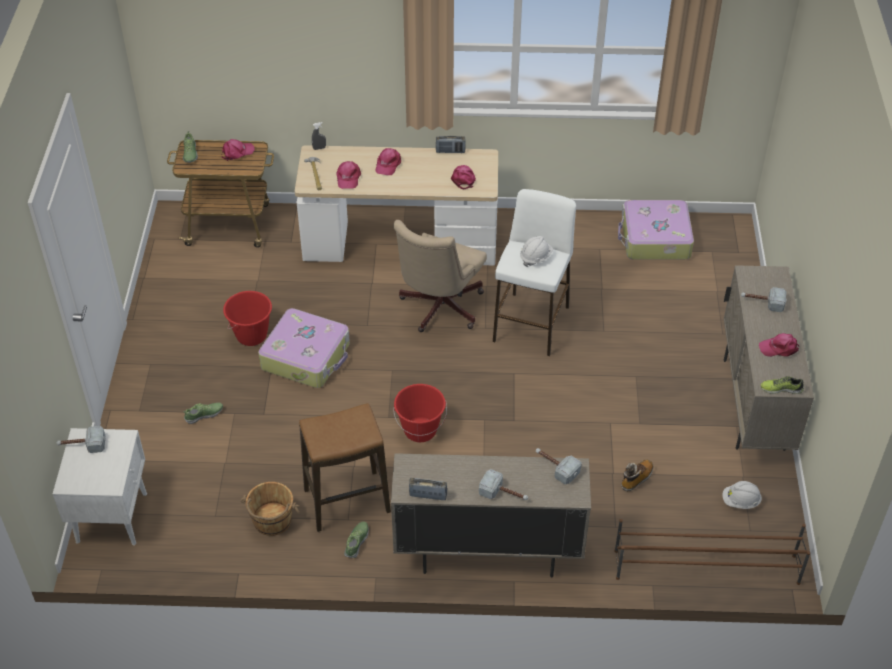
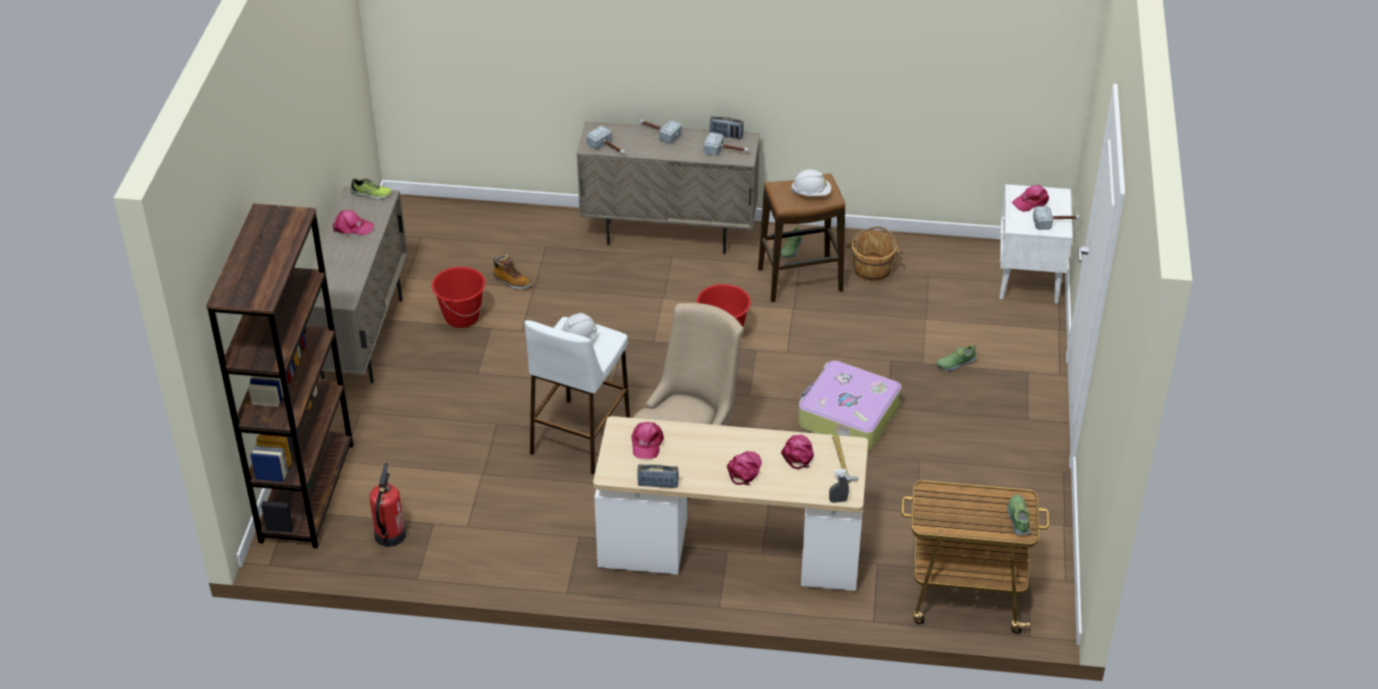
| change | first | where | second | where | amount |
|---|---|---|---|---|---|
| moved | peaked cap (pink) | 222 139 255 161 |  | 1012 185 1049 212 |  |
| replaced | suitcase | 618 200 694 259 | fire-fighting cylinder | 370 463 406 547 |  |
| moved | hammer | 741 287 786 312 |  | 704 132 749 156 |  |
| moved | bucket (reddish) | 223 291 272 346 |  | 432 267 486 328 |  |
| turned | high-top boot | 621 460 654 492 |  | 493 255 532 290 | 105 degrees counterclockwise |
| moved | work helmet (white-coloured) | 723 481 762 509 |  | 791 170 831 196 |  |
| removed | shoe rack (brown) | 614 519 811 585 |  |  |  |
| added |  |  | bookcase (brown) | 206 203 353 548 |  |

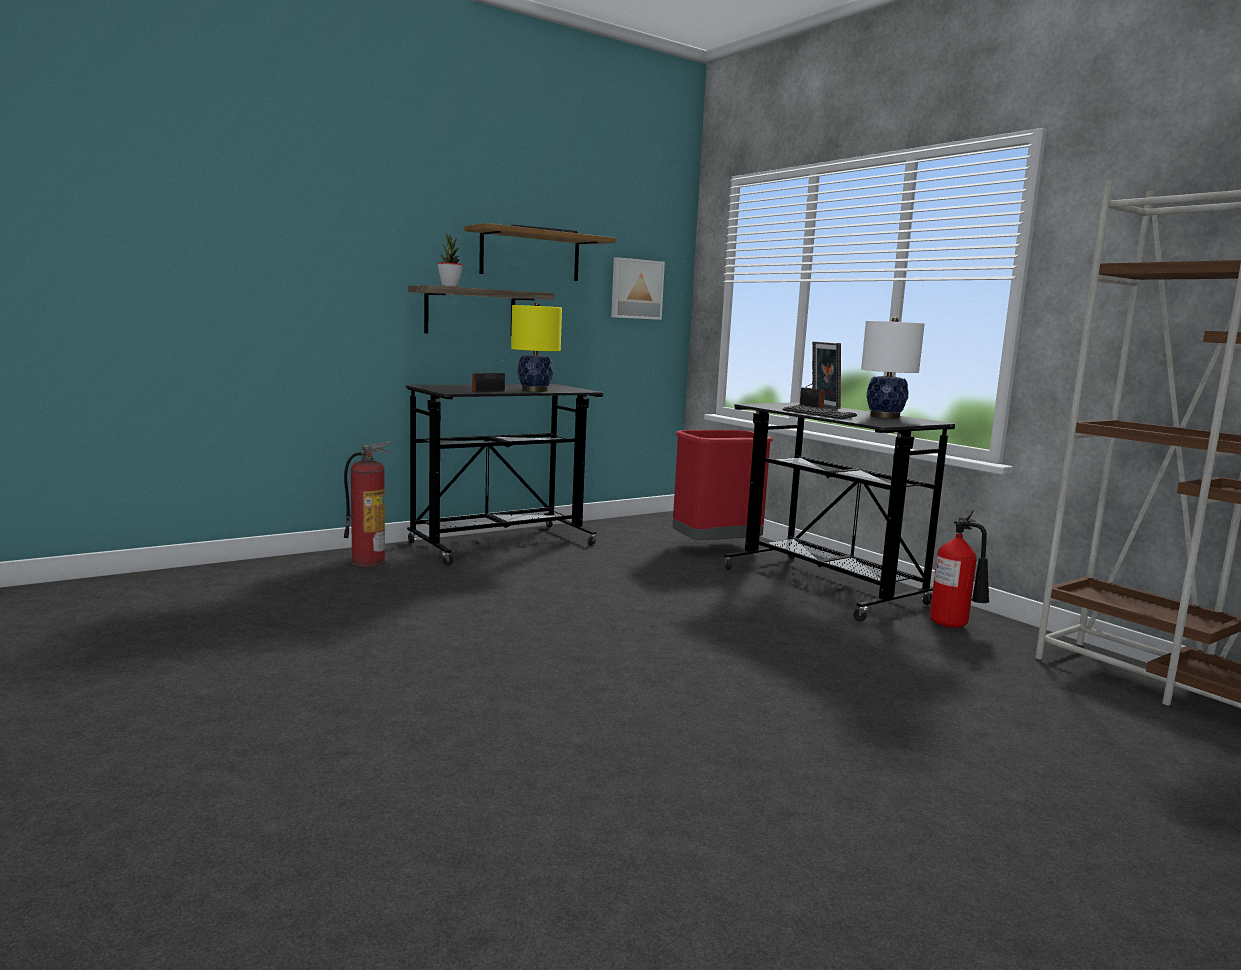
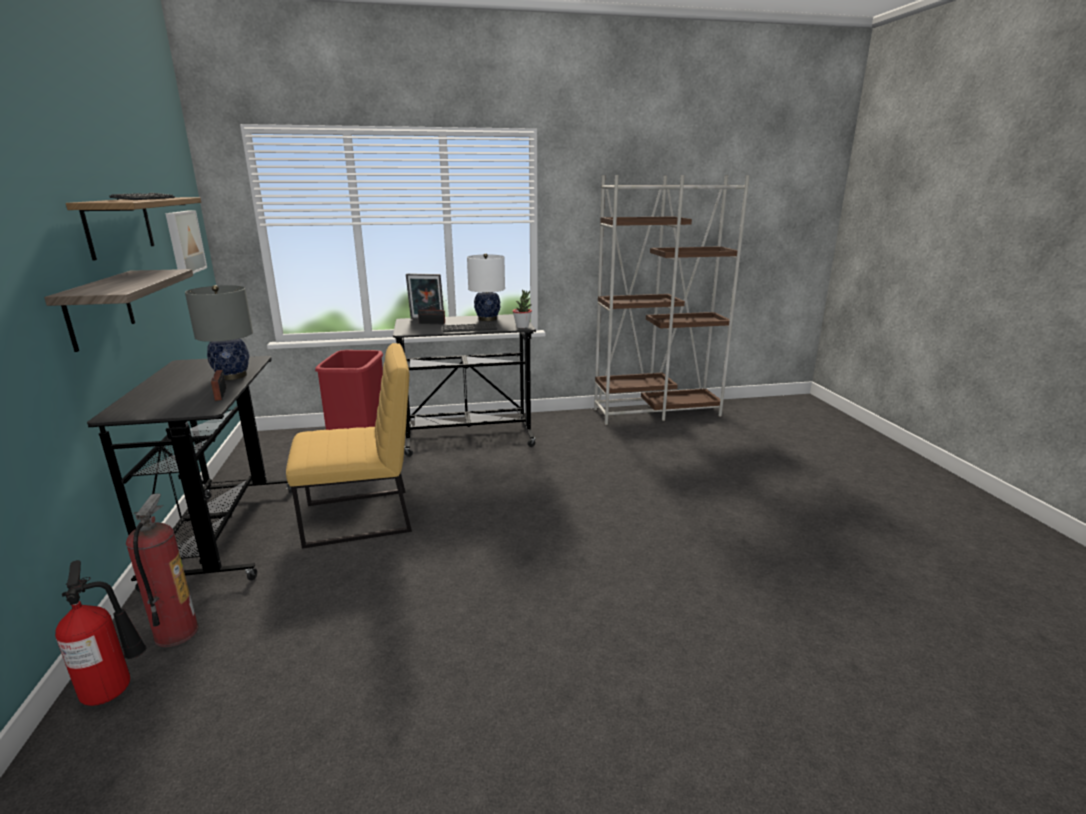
| change | first | where | second | where | amount |
|---|---|---|---|---|---|
| moved | houseplant | 437 234 463 287 |  | 513 290 532 328 |  |
| recoloured | table lamp (yellowish) | 511 302 562 392 | table lamp (gray) | 185 285 253 380 |  |
| moved | fire-fighting cylinder | 930 508 990 628 |  | 55 560 147 706 |  |
| added |  |  | plain chair (yellowish) | 286 343 412 549 |  |

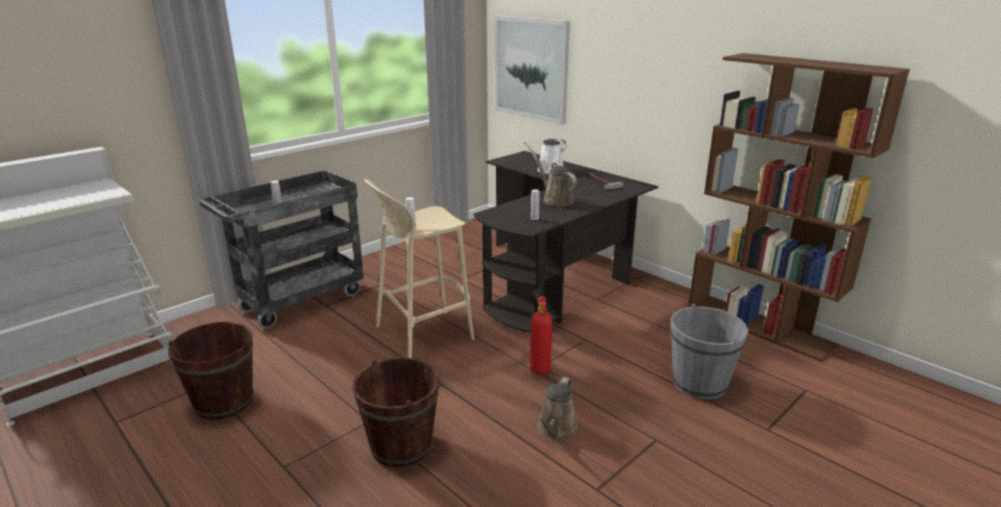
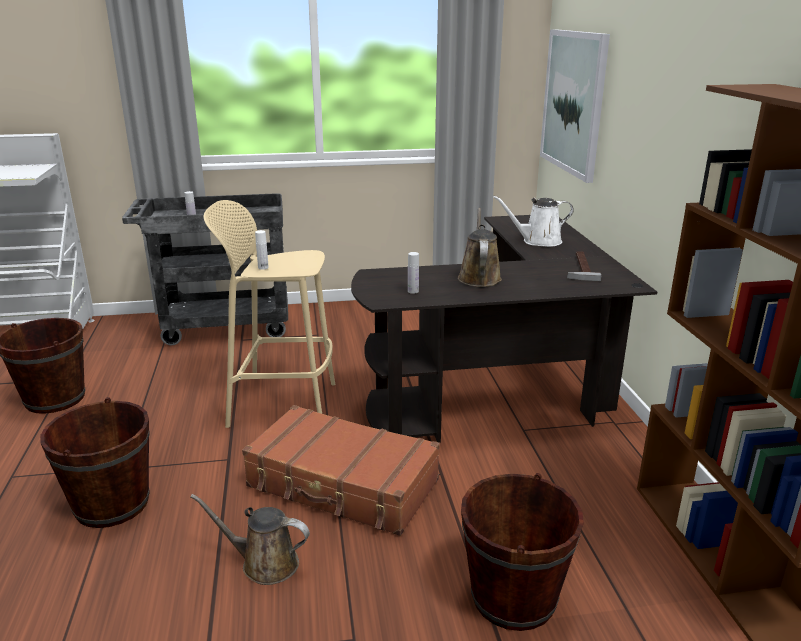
| change | first | where | second | where | amount |
|---|---|---|---|---|---|
| replaced | fire-fighting cylinder | 530 289 553 375 | suitcase (brown) | 242 405 440 536 |  |
| recoloured | bucket (gray) | 671 304 748 400 | bucket (brown) | 461 473 584 631 |  |
| turned | watering pot (brown) | 537 377 578 440 |  | 190 494 310 585 | 45 degrees clockwise |

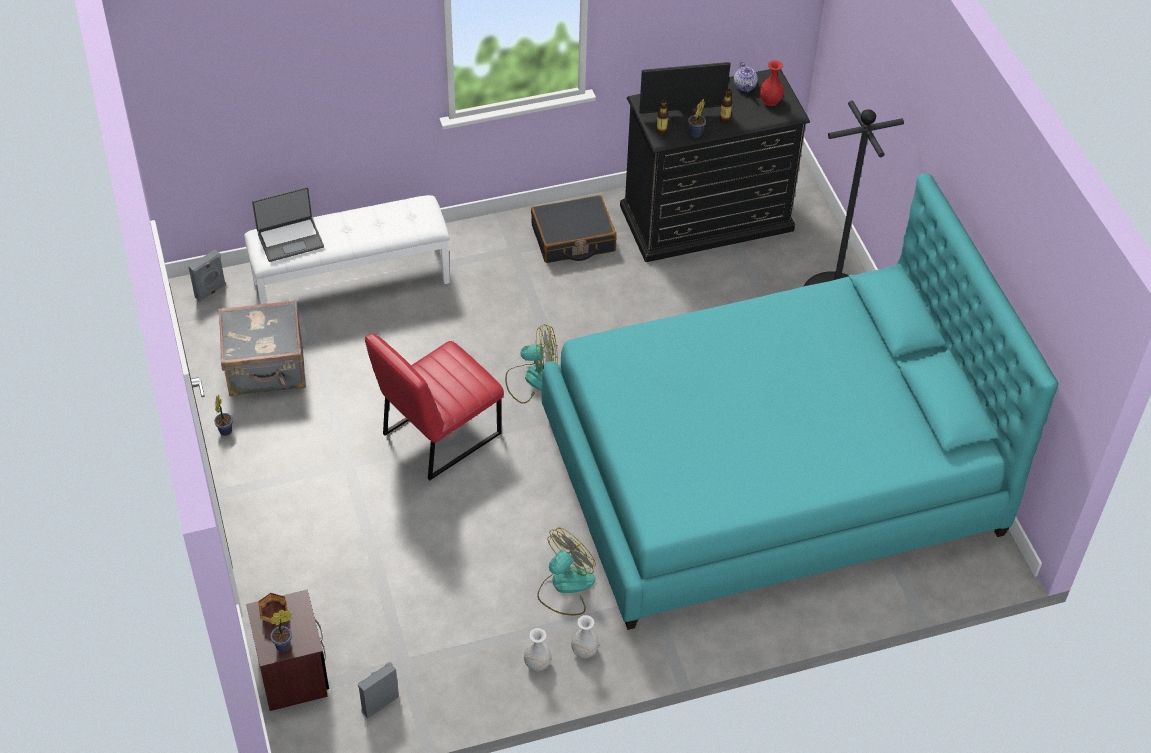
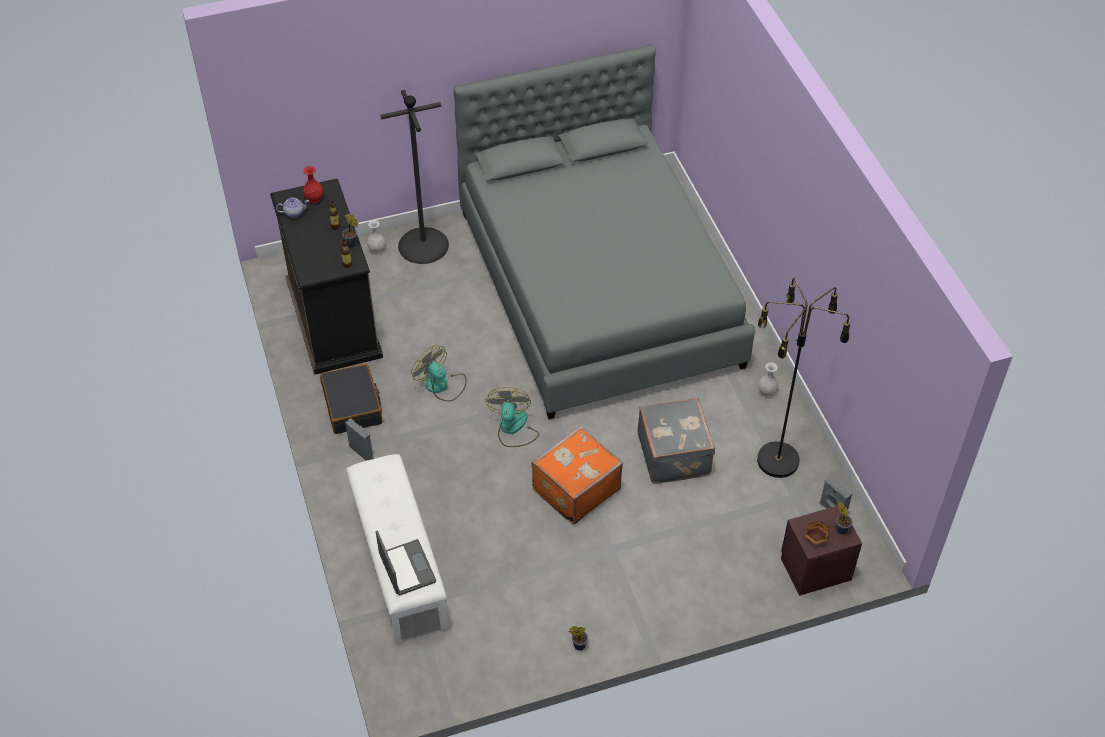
| change | first | where | second | where | amount |
|---|---|---|---|---|---|
| removed | computer screen | 639 62 731 122 |  |  |  |
| recoloured | bed (blue-green) | 542 173 1058 630 | bed (gray) | 454 45 755 419 |  |
| moved | speaker (gray) | 188 250 226 302 |  | 345 418 374 461 |  |
| moved | suitcase (gray) | 218 300 306 396 |  | 638 398 715 484 |  |
| replaced | plain chair (reddish) | 365 334 504 480 | suitcase (orange) | 531 426 623 525 |  |
| moved | electric fan | 537 527 596 615 |  | 411 345 467 401 |  |
| moved | vase (white-coloured) | 524 628 552 671 |  | 367 220 385 254 |  |
| added |  |  | standard lamp | 757 278 850 478 |  |

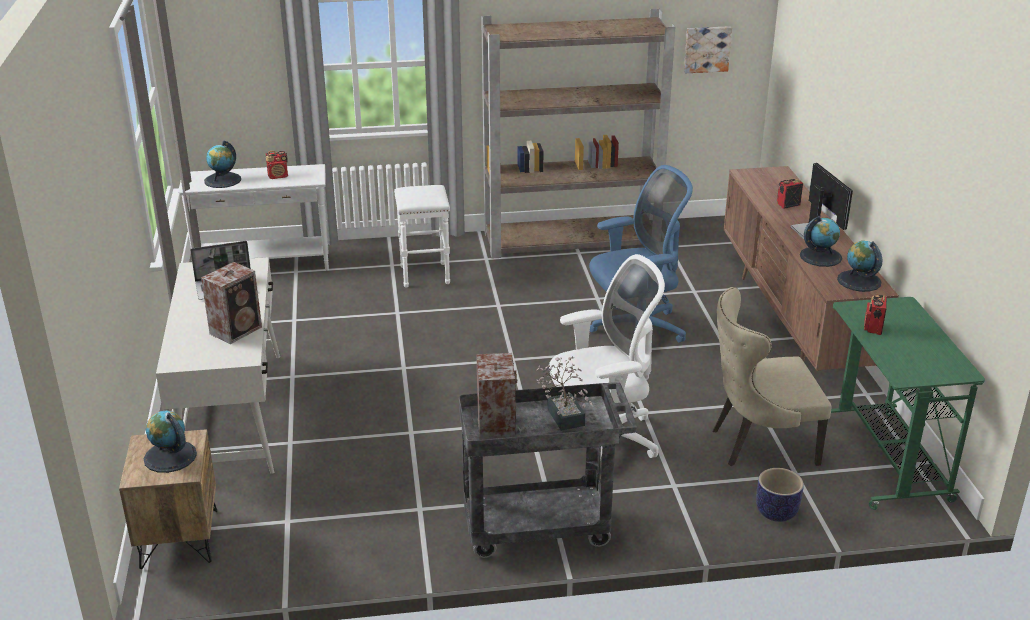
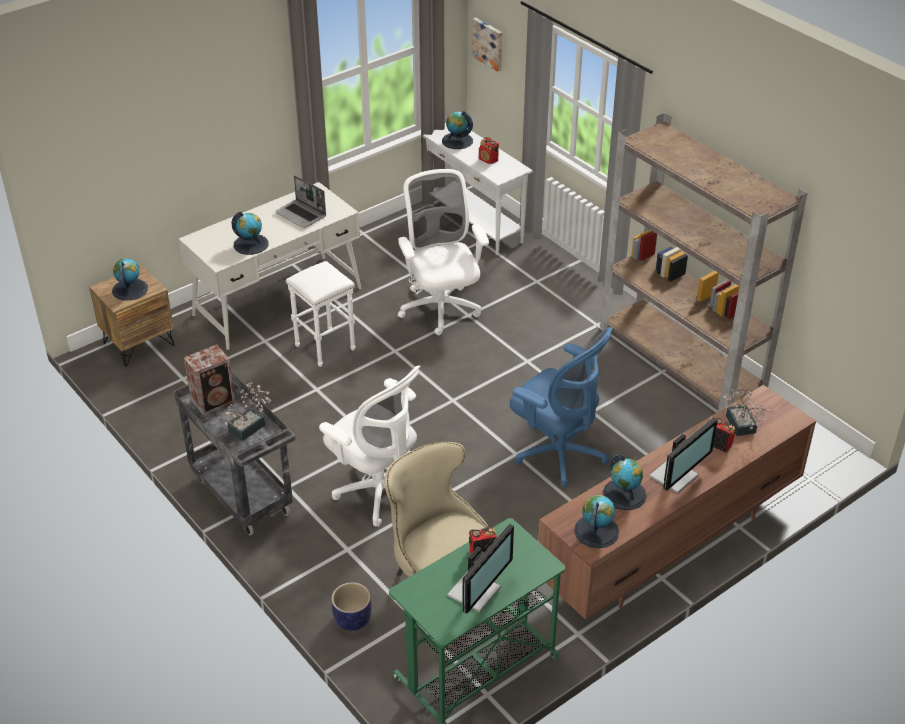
| change | first | where | second | where | amount |
|---|---|---|---|---|---|
| moved | picture | 684 26 732 73 |  | 472 18 502 72 |  |
| moved | sitting stool (white-coloured) | 394 185 450 287 |  | 286 261 355 367 |  |
| replaced | speaker | 201 262 262 344 | globe | 232 212 269 255 |  |
| added |  |  | computer chair (white-coloured) | 398 169 489 335 |  |
| added |  |  | houseplant | 723 387 770 436 |  |
| added |  |  | computer screen | 447 524 514 614 |  |

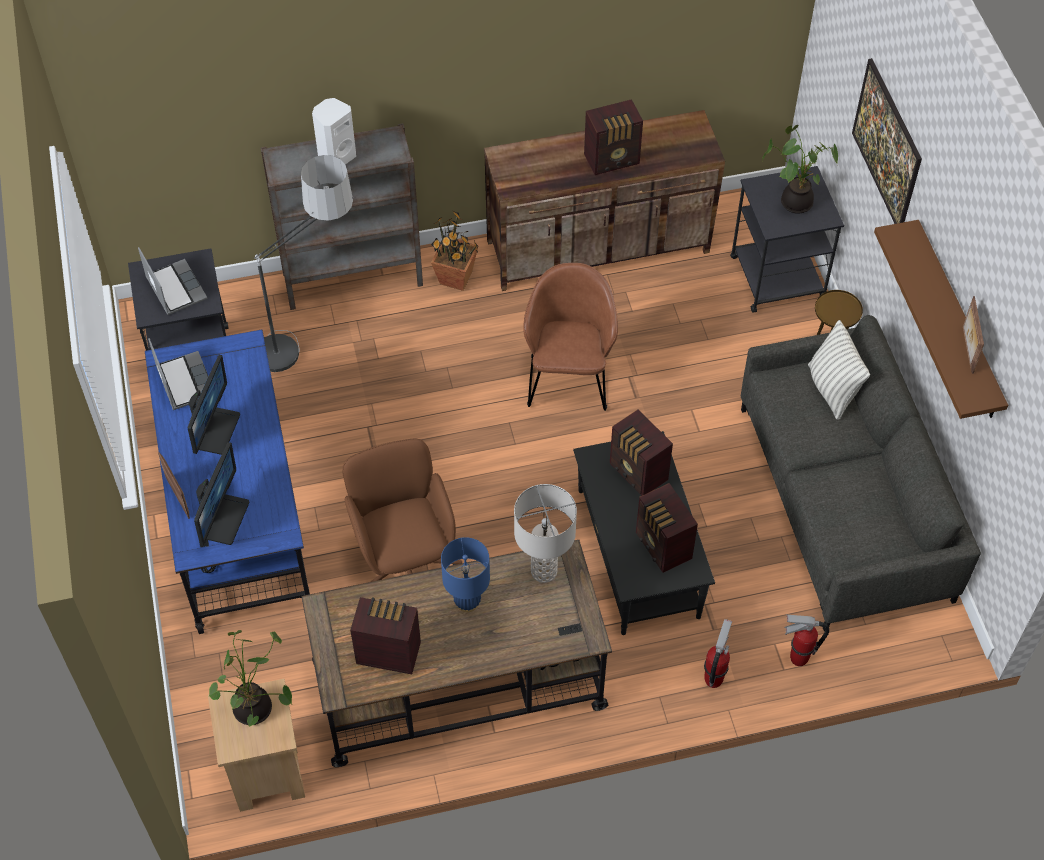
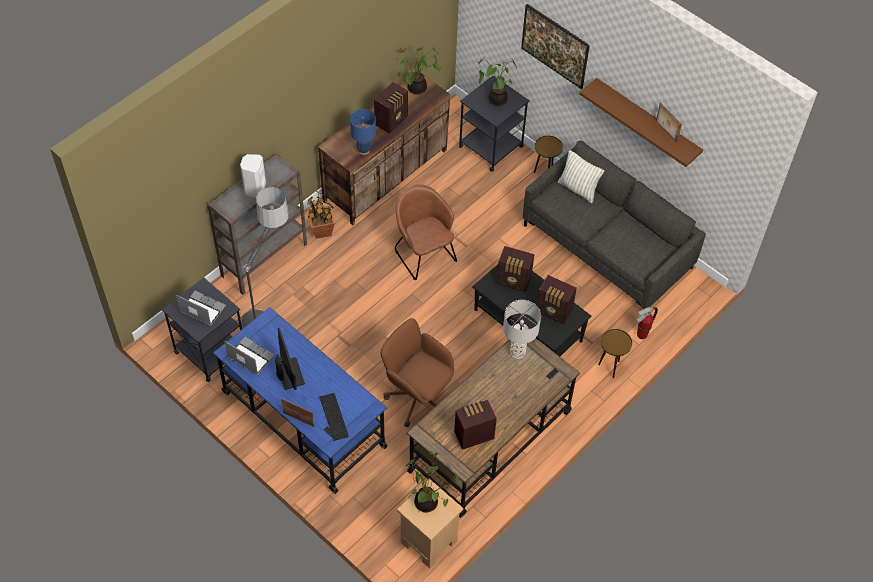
| change | first | where | second | where | amount |
|---|---|---|---|---|---|
| replaced | computer screen | 194 442 249 545 | keyboard | 319 393 349 441 |  |
| moved | table lamp (bluish) | 441 537 490 612 |  | 350 109 376 155 |  |
| replaced | fire-fighting cylinder | 704 619 732 688 | accent table (brown) | 598 329 632 378 |  |
| added |  |  | houseplant | 397 47 441 95 |  |

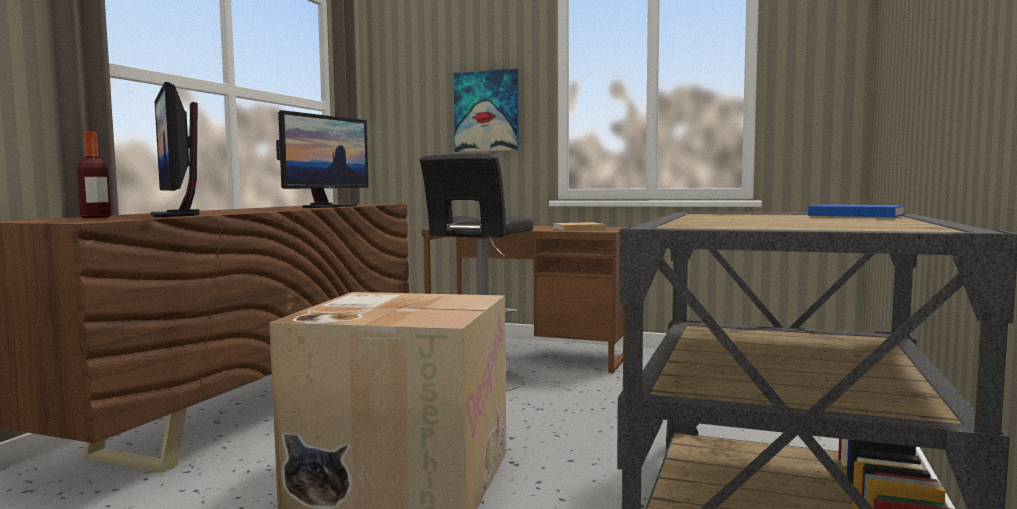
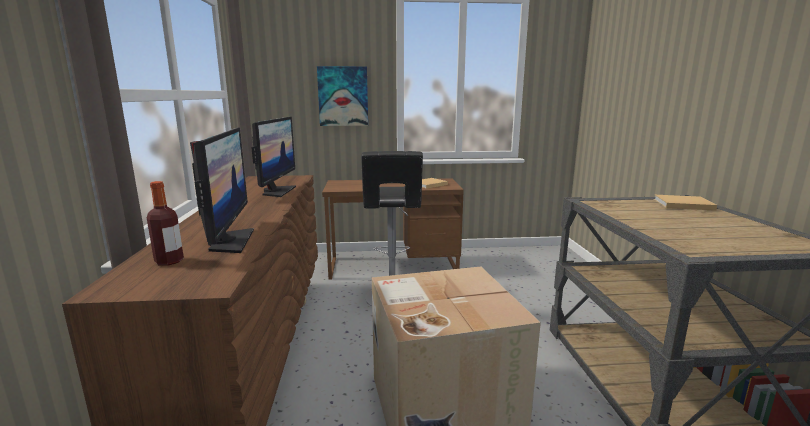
| change | first | where | second | where | amount |
|---|---|---|---|---|---|
| turned | computer screen | 151 82 199 217 |  | 190 127 254 253 | 135 degrees counterclockwise |
| recoloured | bound book (bluish) | 808 204 906 217 | bound book (sand-coloured) | 654 195 717 211 |  |

